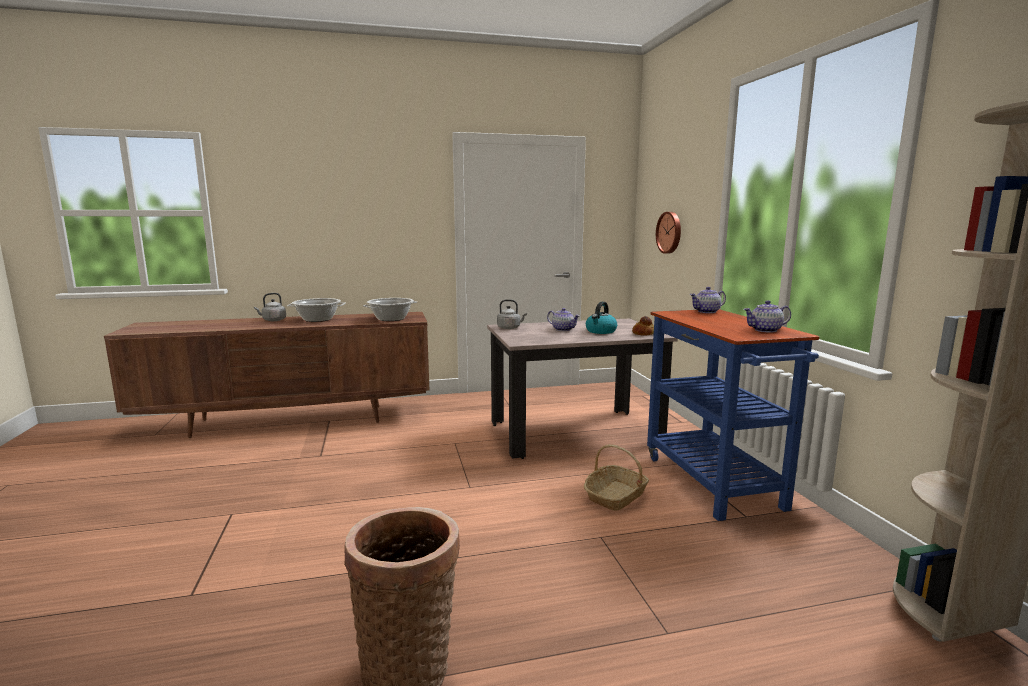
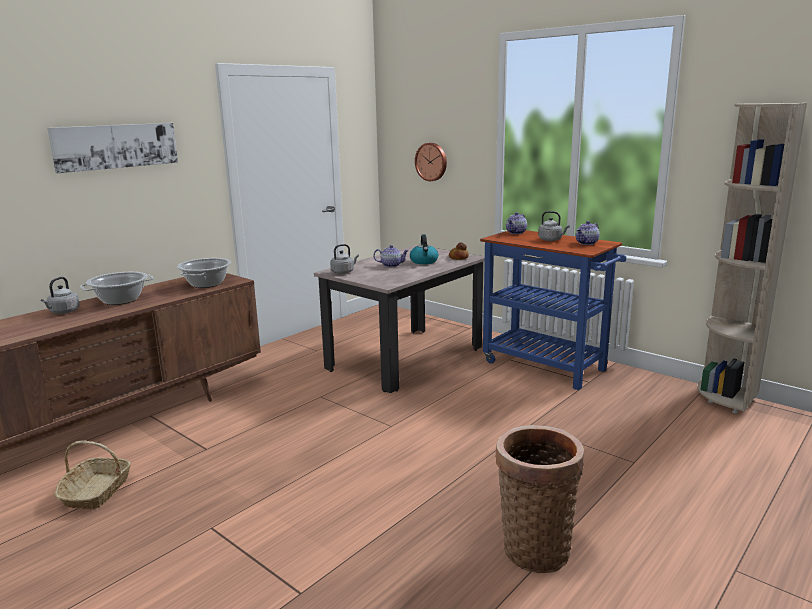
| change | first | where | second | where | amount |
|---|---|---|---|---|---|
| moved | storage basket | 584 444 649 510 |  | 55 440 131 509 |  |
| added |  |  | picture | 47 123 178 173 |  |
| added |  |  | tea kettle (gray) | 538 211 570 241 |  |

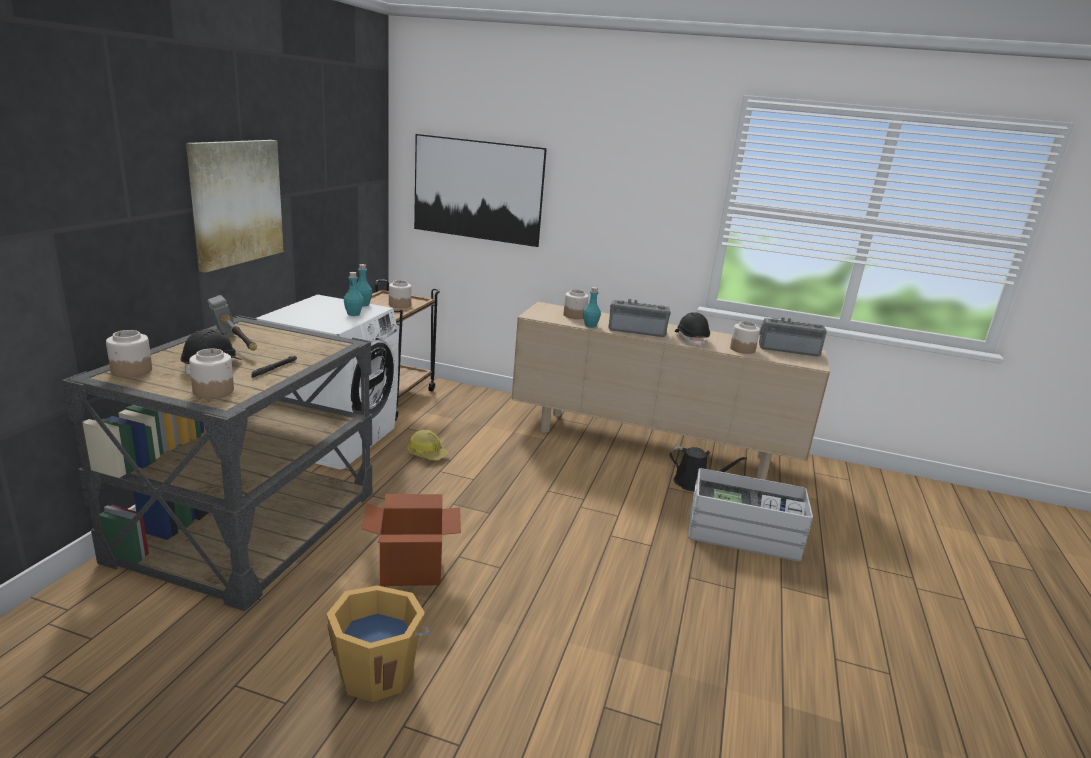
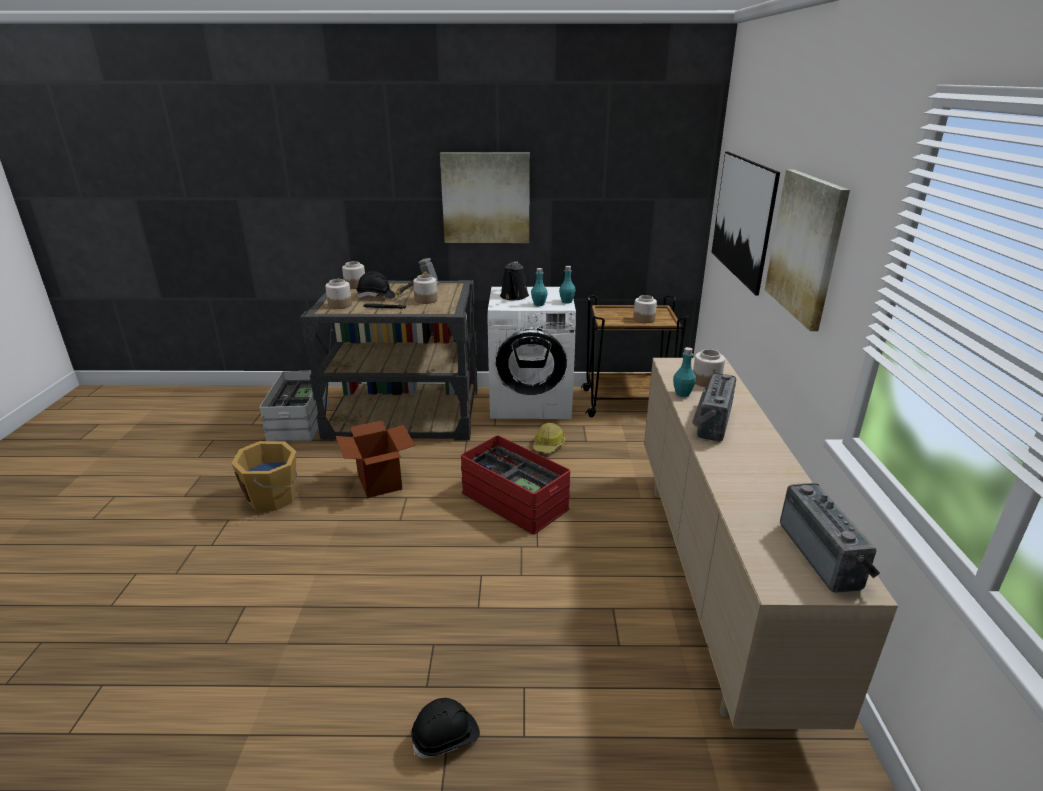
| change | first | where | second | where | amount |
|---|---|---|---|---|---|
| turned | radio receiver | 608 299 671 337 |  | 692 373 736 441 | 150 degrees counterclockwise |
| moved | work helmet (black-coloured) | 675 312 710 347 |  | 411 698 480 759 |  |
| moved | storage jar | 730 321 760 354 |  | 413 274 438 304 |  |
| moved | watering pot (black-coloured) | 669 446 747 492 |  | 500 262 529 300 |  |
| moved | storage bin (gray) | 688 468 813 562 |  | 259 371 330 442 |  |
| added |  |  | picture | 765 169 850 331 |  |
| added |  |  | storage bin (reddish) | 461 435 570 534 |  |

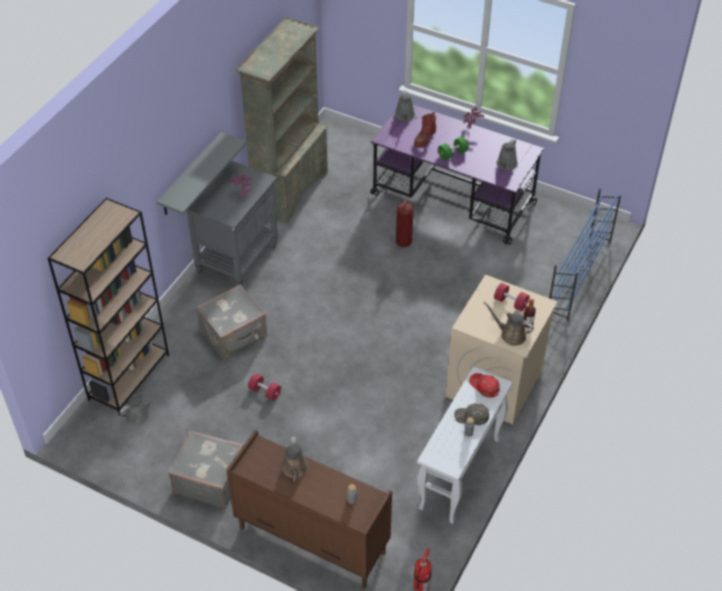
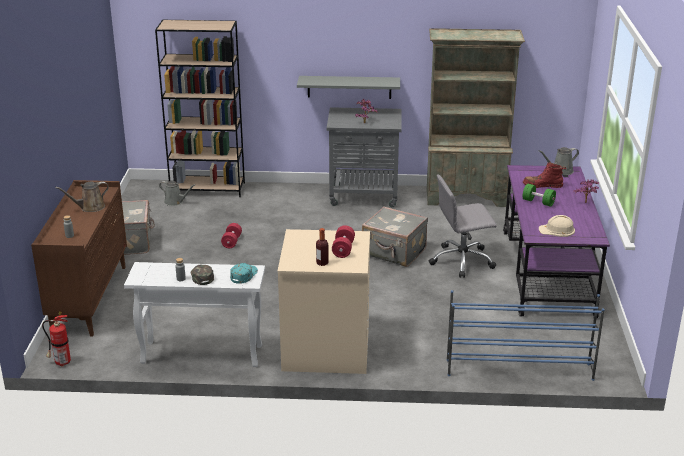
| change | first | where | second | where | amount |
|---|---|---|---|---|---|
| replaced | watering pot (gray) | 497 139 518 170 | work helmet (sand-coloured) | 539 215 575 237 |  |
| replaced | fire-fighting cylinder | 396 199 413 247 | computer chair (gray) | 429 175 497 278 |  |
| moved | suitcase (gray) | 196 284 267 359 |  | 362 206 428 267 |  |
| removed | watering pot (brown) | 484 302 534 346 |  |  |  |
| recoloured | peaked cap (reddish) | 469 373 500 398 | peaked cap (blue-green) | 230 263 258 284 |  |

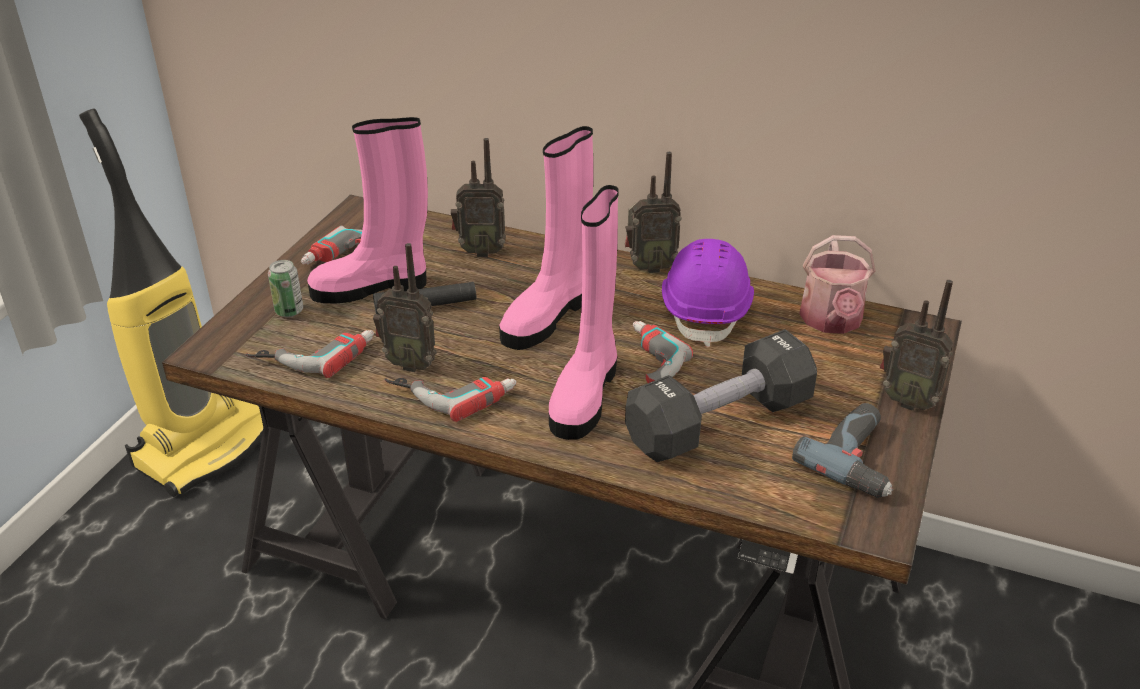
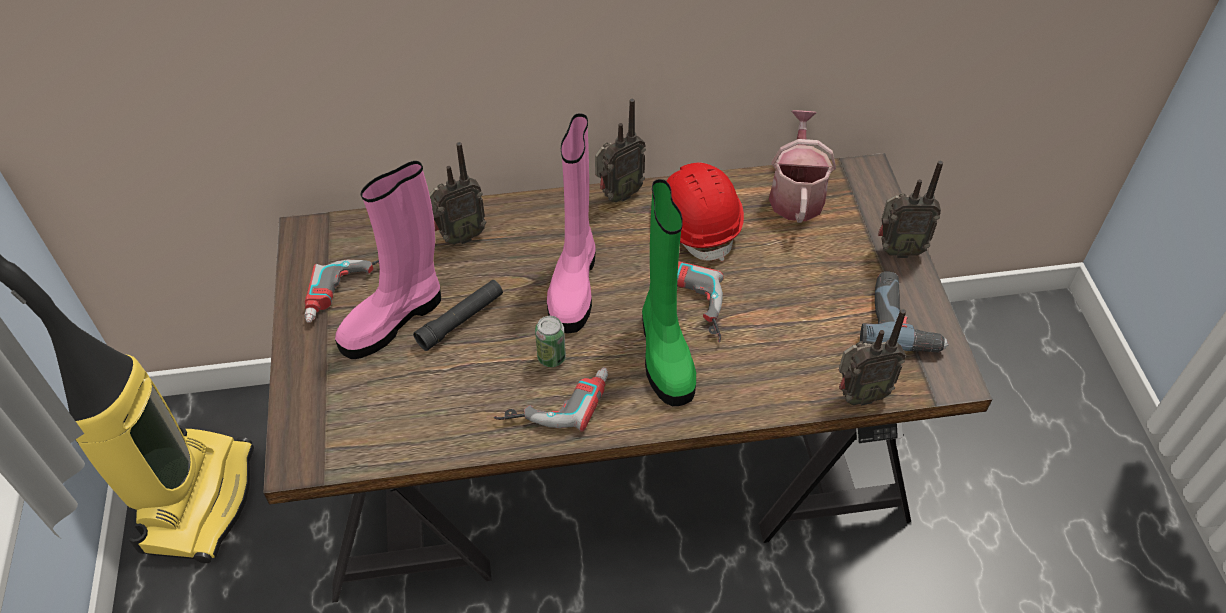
| change | first | where | second | where | amount |
|---|---|---|---|---|---|
| recoloured | high-top boot (pink) | 549 185 619 440 | high-top boot (green) | 642 179 696 406 |  |
| turned | watering pot | 799 235 876 334 |  | 769 110 836 223 | 150 degrees counterclockwise |
| recoloured | work helmet (purple) | 662 239 754 347 | work helmet (reddish) | 667 163 744 261 |  |
| moved | radio receiver | 373 243 437 372 |  | 839 309 906 406 |  |
| moved | metal can | 268 260 303 317 |  | 535 316 566 367 |  |
| removed | hand weight (black-coloured) | 625 329 817 462 |  |  |  |
| removed | power drill | 245 330 374 378 |  |  |  |

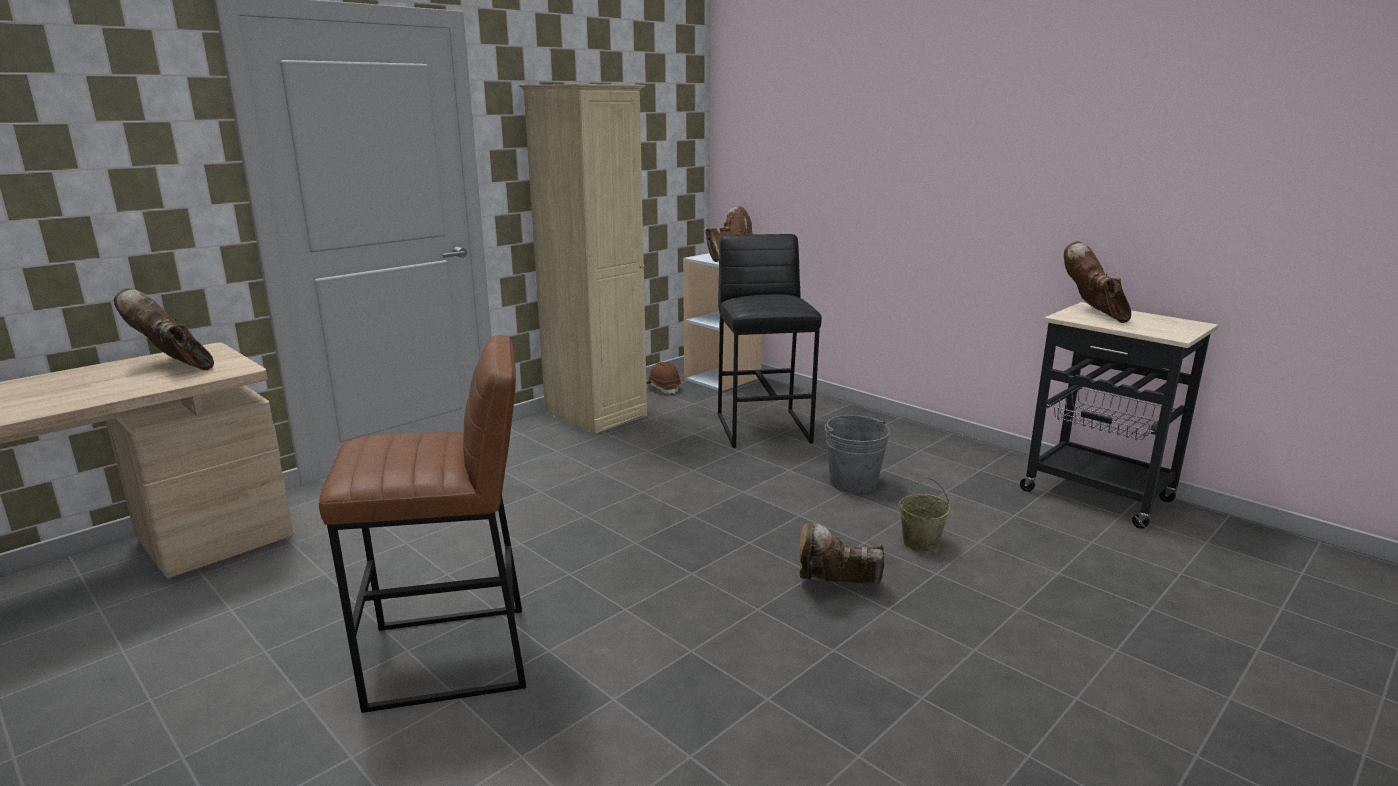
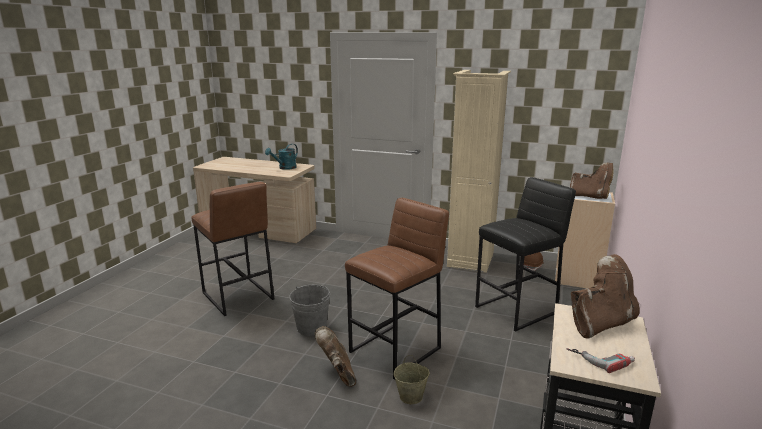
| change | first | where | second | where | amount |
|---|---|---|---|---|---|
| replaced | high-top boot (brown) | 114 288 214 370 | watering pot (blue-green) | 265 144 298 170 |  |
| moved | bucket (gray) | 825 415 890 494 |  | 289 285 330 336 |  |
| added |  |  | sitting stool (brown) | 345 198 449 380 |  |
| added |  |  | power drill | 566 348 635 373 |  |

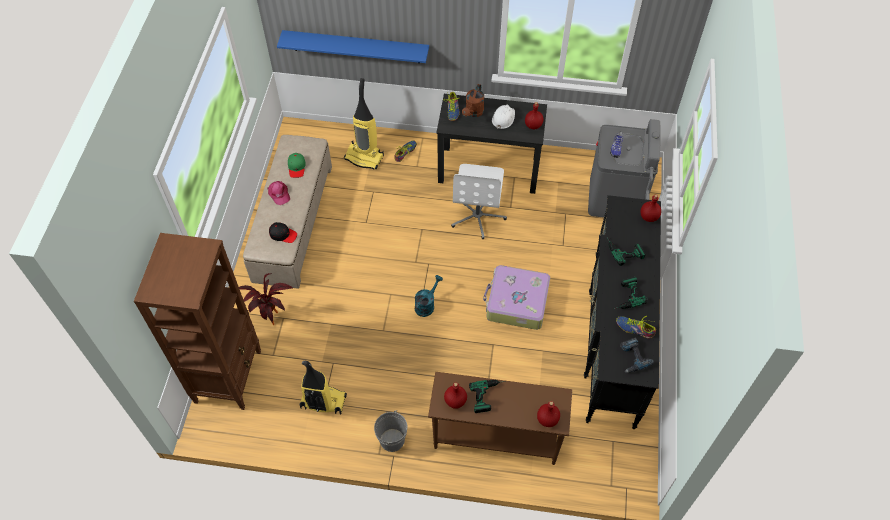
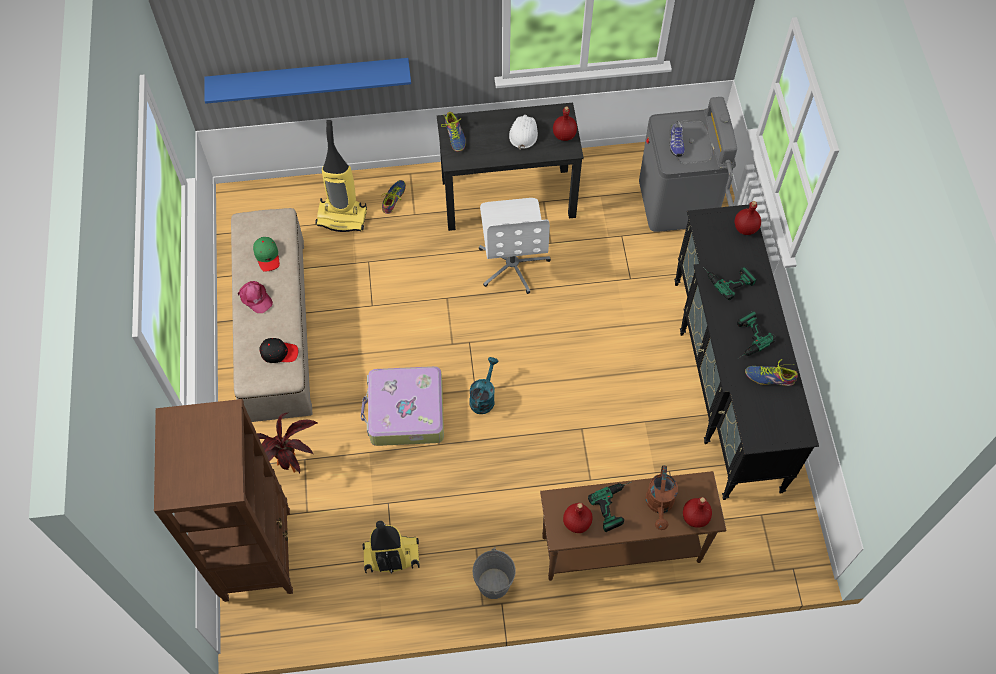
| change | first | where | second | where | amount |
|---|---|---|---|---|---|
| moved | watering pot (brown) | 462 84 484 117 |  | 646 465 678 530 |  |
| moved | suitcase | 483 265 550 330 |  | 361 366 444 446 |  |
| removed | power drill | 620 337 654 373 |  |  |  |

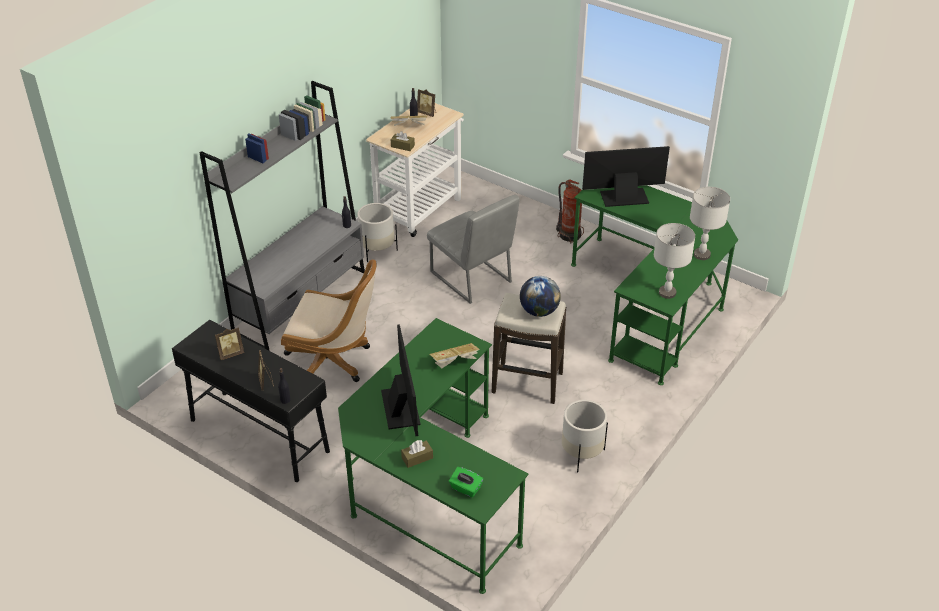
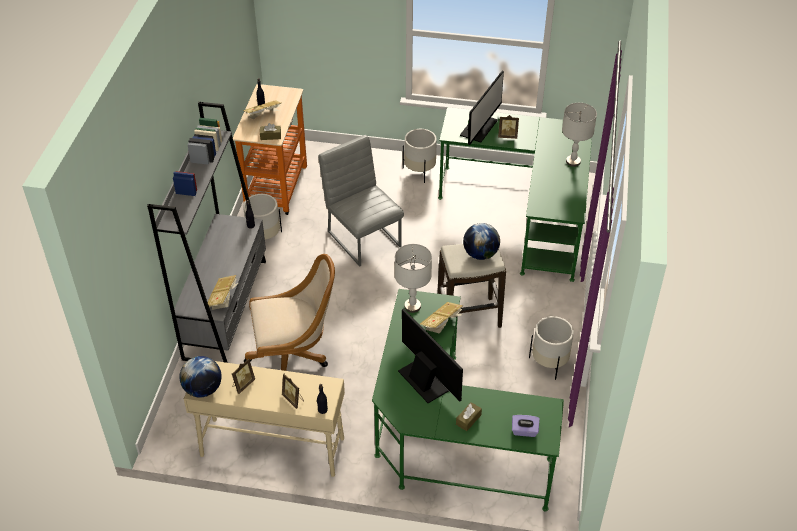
| change | first | where | second | where | amount |
|---|---|---|---|---|---|
| moved | standing frame | 417 89 436 117 |  | 498 115 519 139 |  |
| recoloured | wheeled cart (white-coloured) | 366 103 464 237 | wheeled cart (orange) | 233 84 307 215 |  |
| turned | computer screen | 582 146 670 207 |  | 460 71 504 145 | 150 degrees clockwise |
| replaced | fire-fighting cylinder | 556 179 584 243 | planter (white-coloured) | 403 129 437 183 |  |
| turned | plain chair (gray) | 427 195 520 304 |  | 319 135 404 267 | 150 degrees counterclockwise |
| moved | table lamp (gray) | 654 223 695 299 |  | 395 244 432 313 |  |
| recoloured | hall table (black-coloured) | 172 320 330 482 | hall table (sand-coloured) | 184 361 345 477 |  |
| recoloured | tissue box (green) | 449 467 483 497 | tissue box (purple) | 512 415 539 437 |  |
| added |  |  | bound book | 208 275 239 310 |  |
| added |  |  | globe | 179 356 222 398 |  |

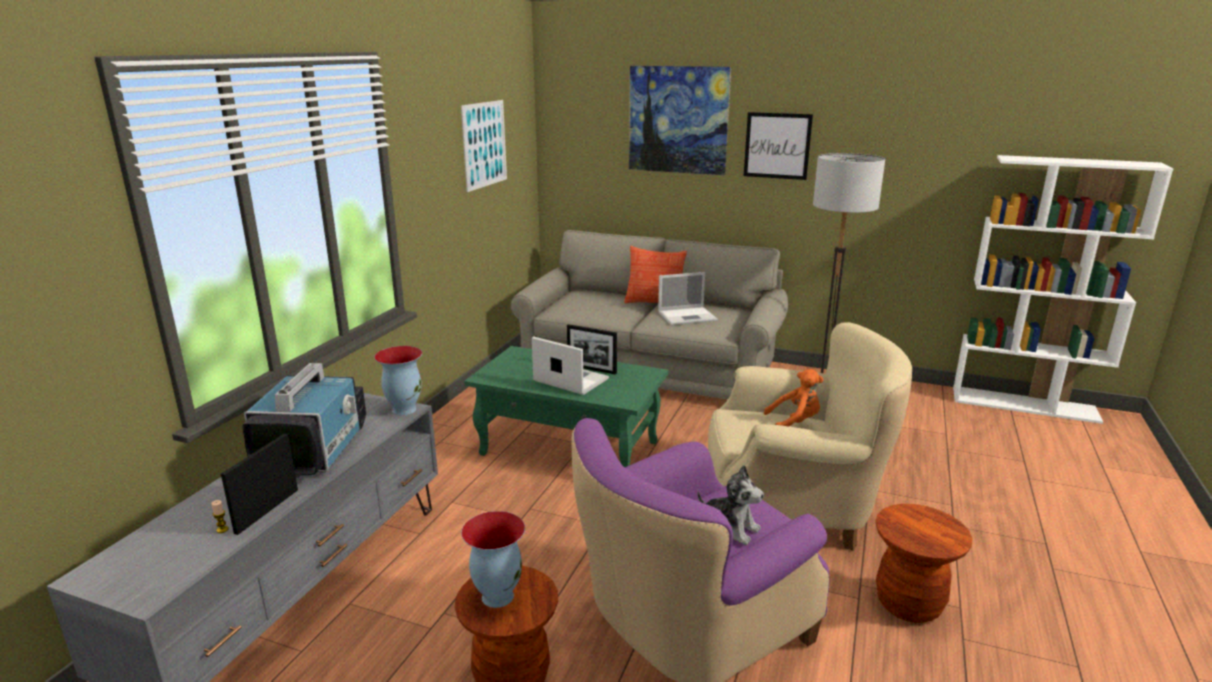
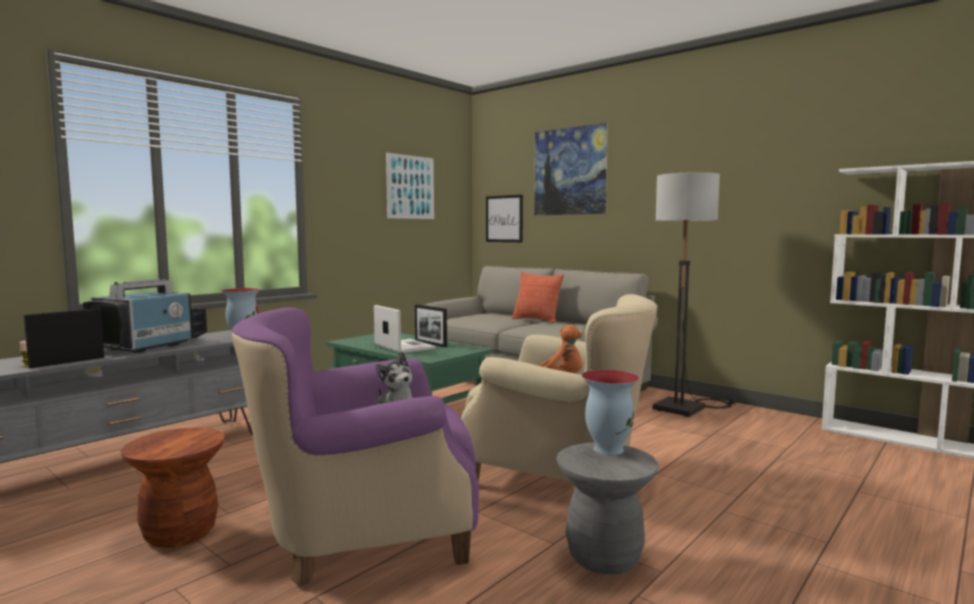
| change | first | where | second | where | amount |
|---|---|---|---|---|---|
| moved | picture | 744 112 813 180 |  | 486 195 523 242 |  |
| removed | laptop | 658 272 718 325 |  |  |  |
| recoloured | sitting stool (brown) | 875 504 973 623 | sitting stool (gray) | 556 442 658 575 |  |
| moved | vase | 461 511 525 608 |  | 581 370 640 455 |  |

